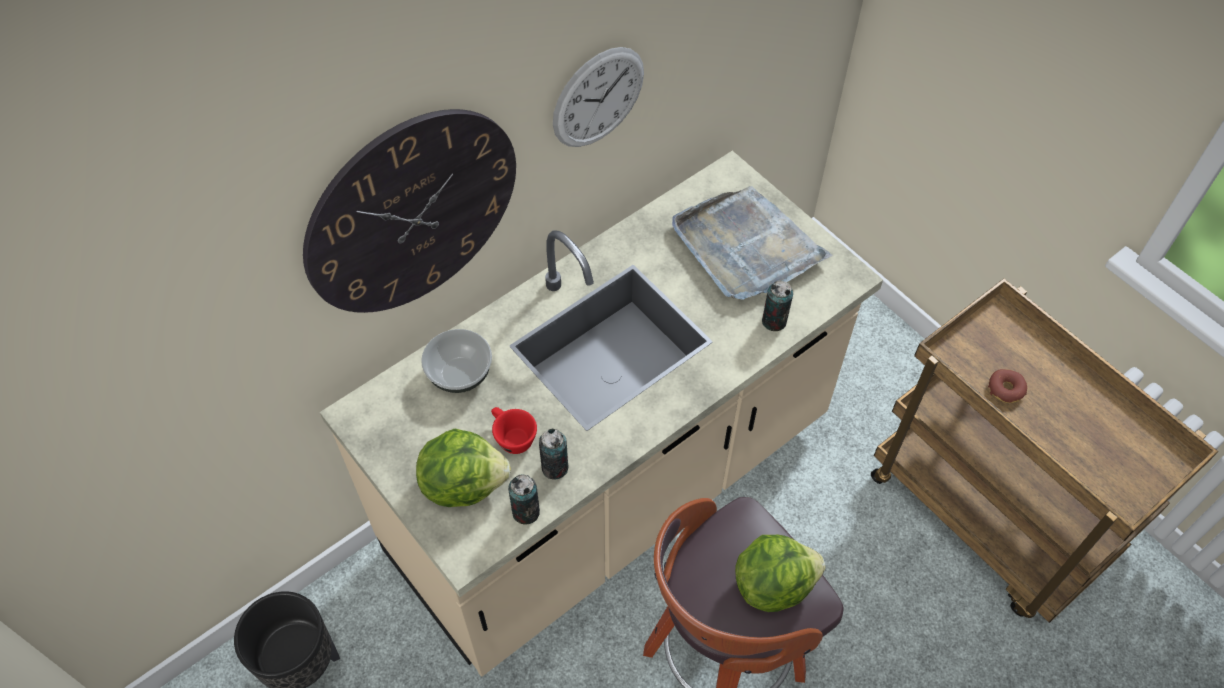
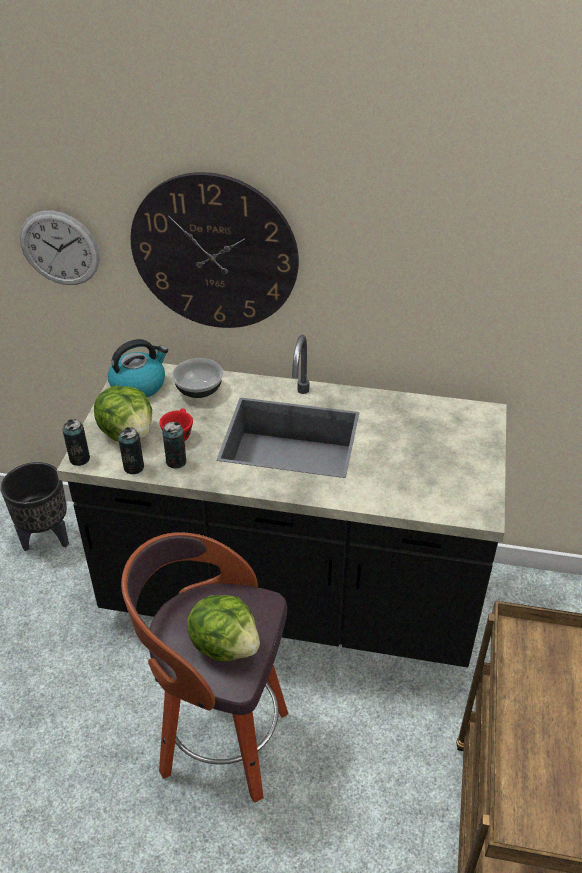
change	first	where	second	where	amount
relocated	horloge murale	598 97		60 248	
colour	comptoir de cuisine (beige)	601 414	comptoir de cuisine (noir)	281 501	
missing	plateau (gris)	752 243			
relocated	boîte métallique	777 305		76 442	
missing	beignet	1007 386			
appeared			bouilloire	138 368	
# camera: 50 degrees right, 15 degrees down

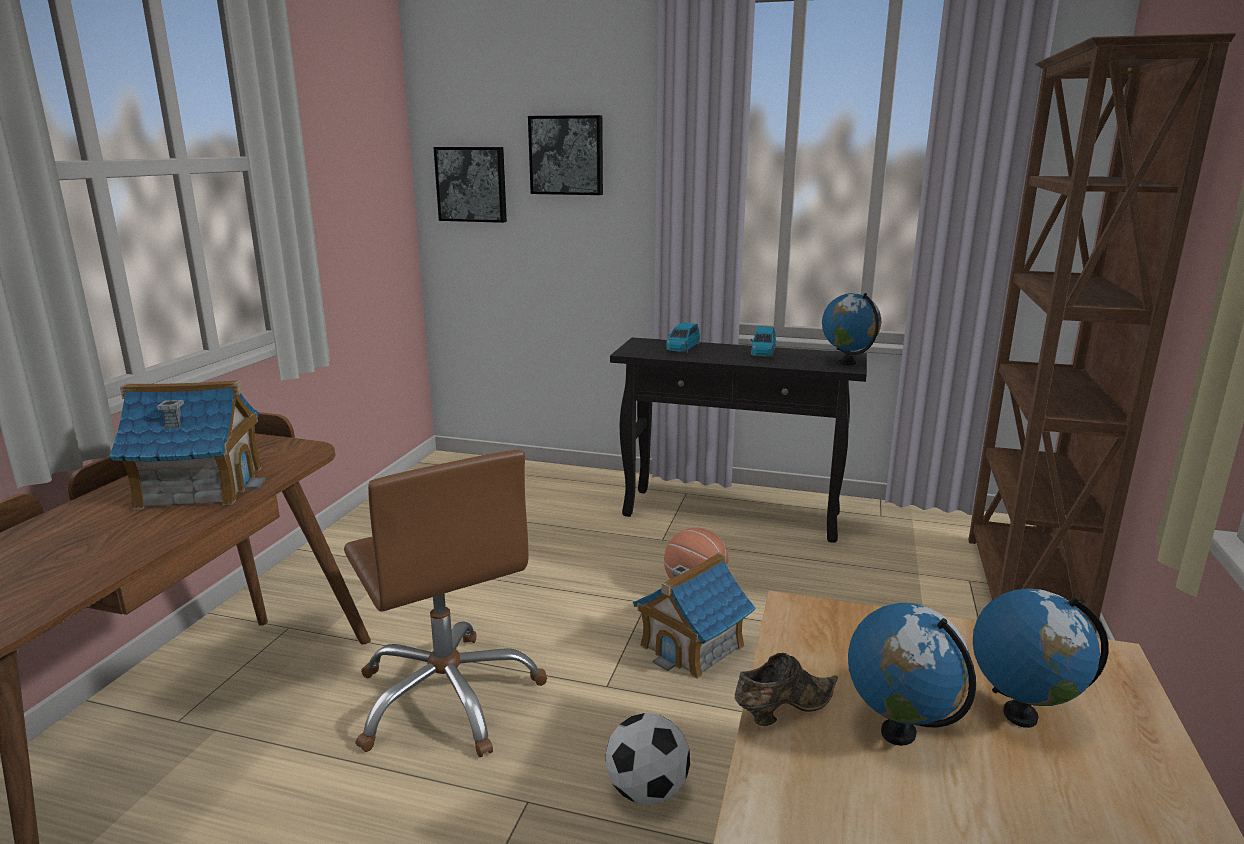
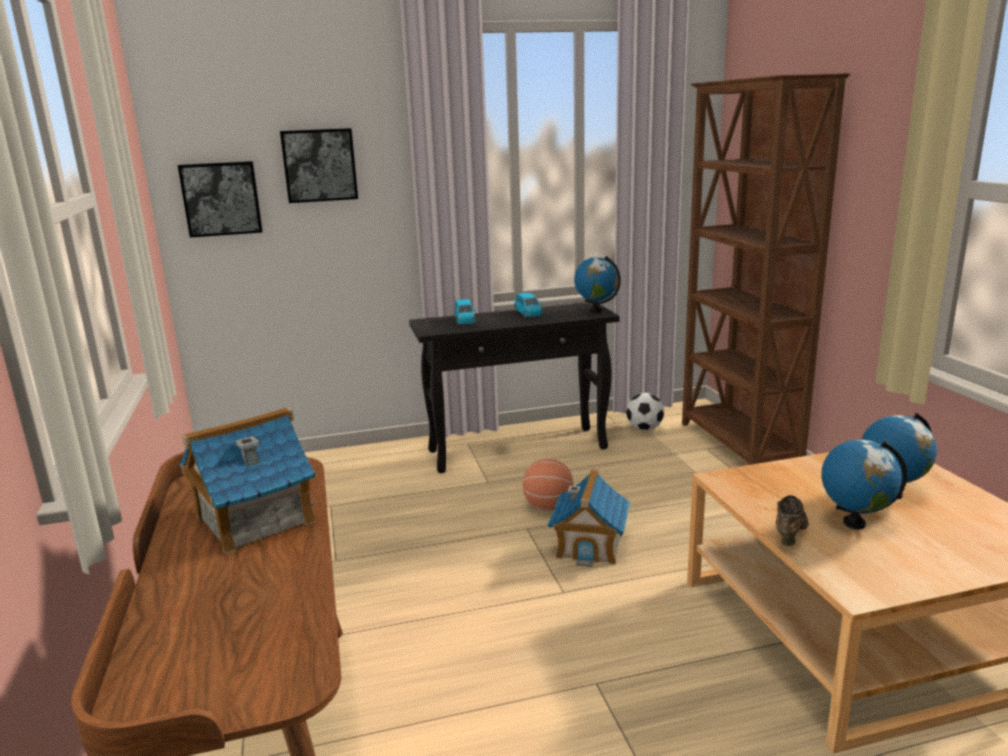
change	first	where	second	where	amount
missing	chaise de bureau (marron)	445 603			
relocated	ballon de foot	648 758		645 412	
# camera: 30 degrees left, 0 degrees up

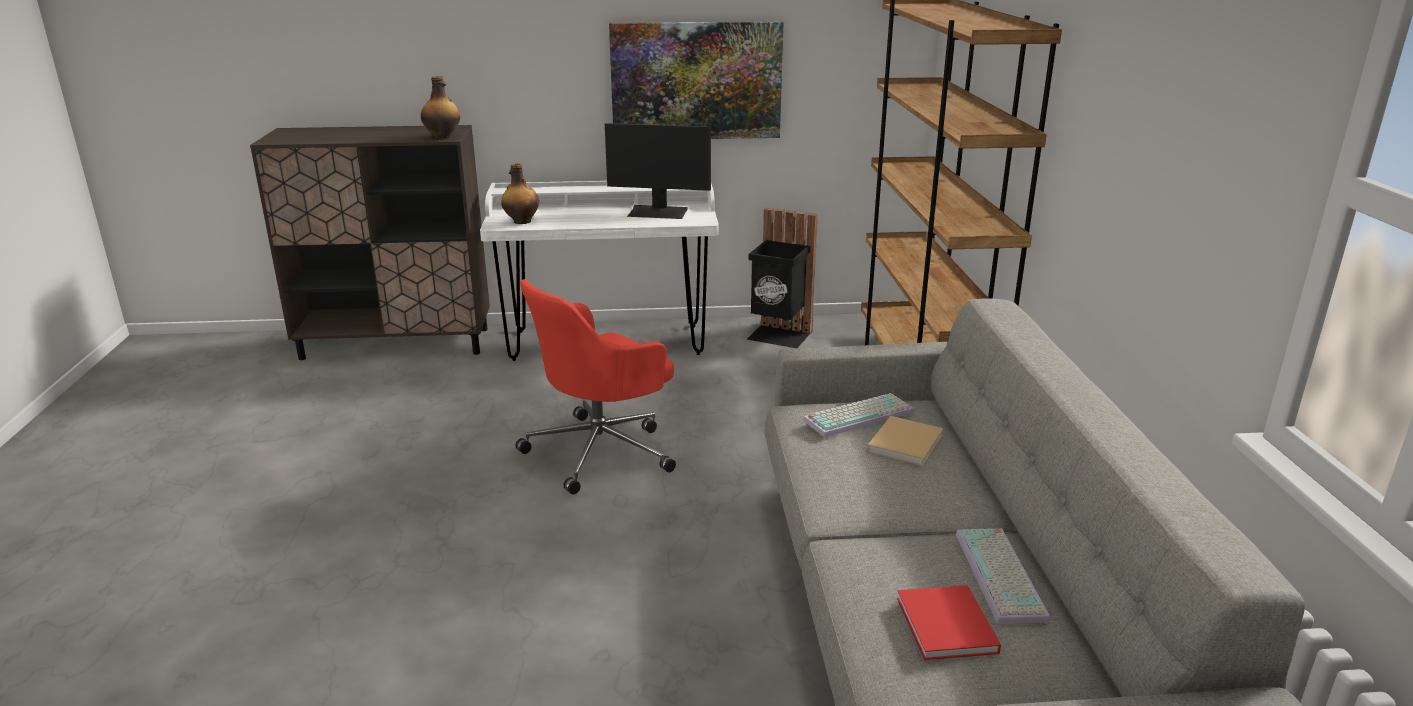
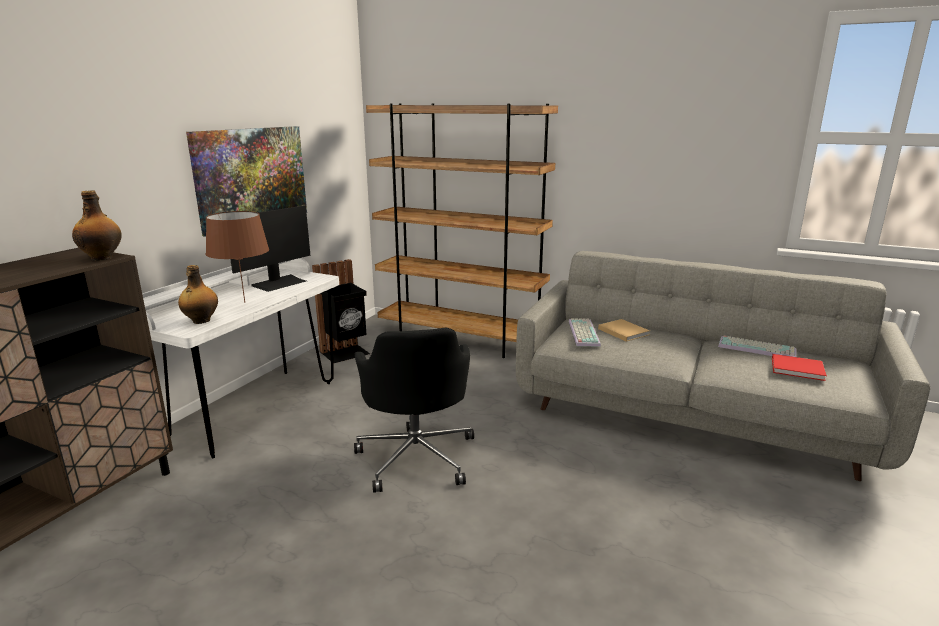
change	first	where	second	where	amount
colour	chaise de bureau (rouge)	595 387	chaise de bureau (noir)	414 410	
appeared			lampe de table (marron)	237 257	
# camera: 60 degrees left, 5 degrees down

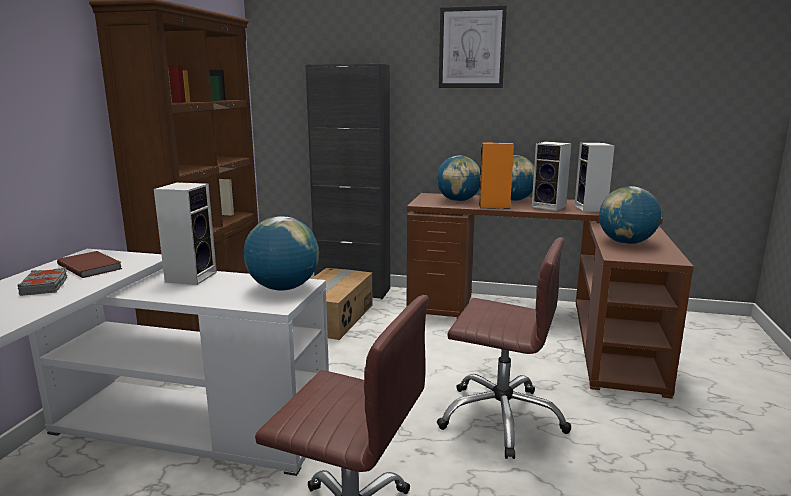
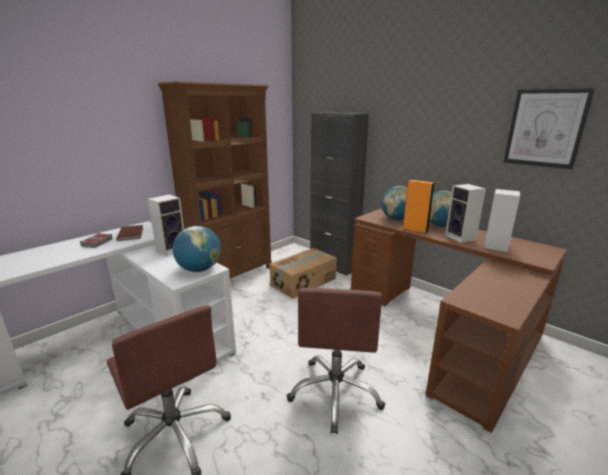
change	first	where	second	where	amount
relocated	tableau	473 46		549 128	
missing	globe	630 215			
spun	chaise de bureau (marron)	504 348		336 361	45 degrees clockwise
# camera: 30 degrees right, 5 degrees up

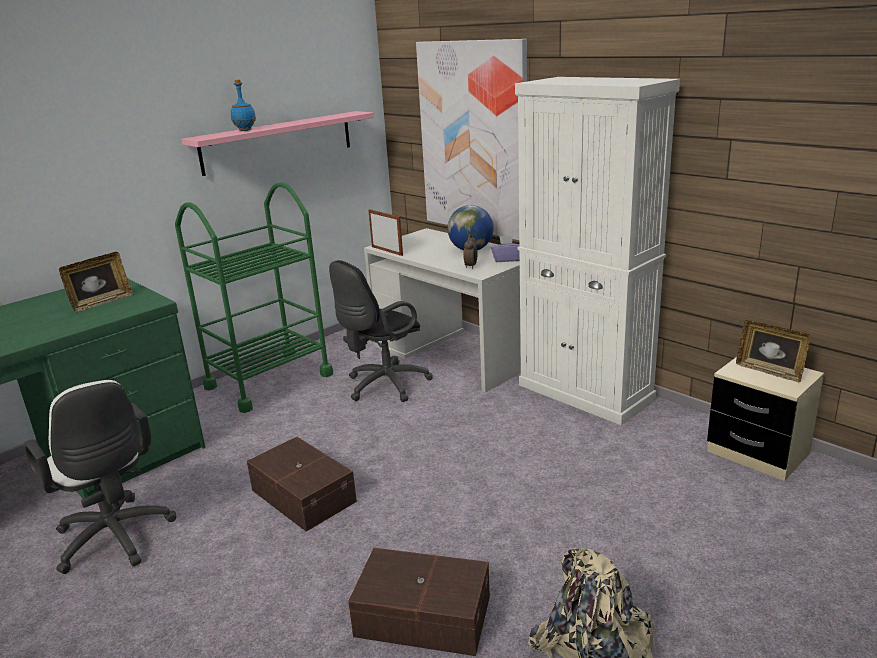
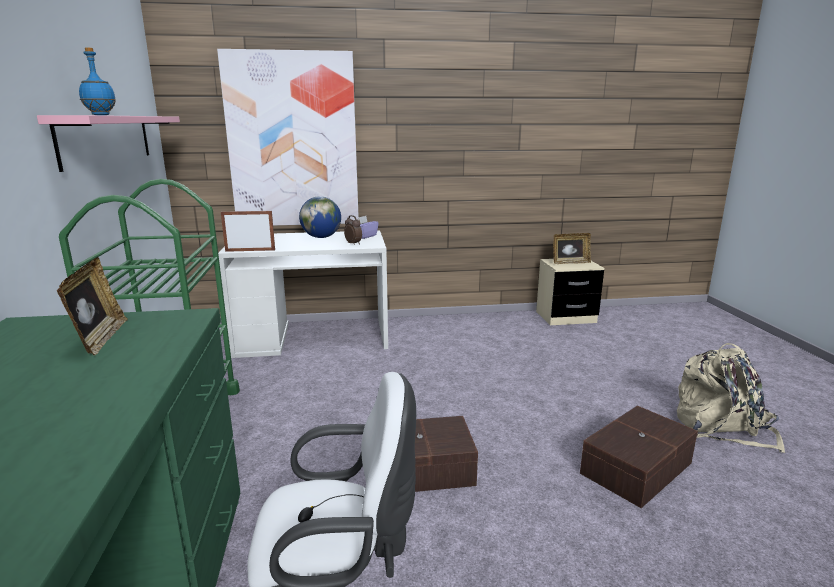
change	first	where	second	where	amount
missing	meuble de rangement (blanc)	597 251			
missing	chaise de bureau (noir)	381 331			
# camera: 55 degrees left, 5 degrees down

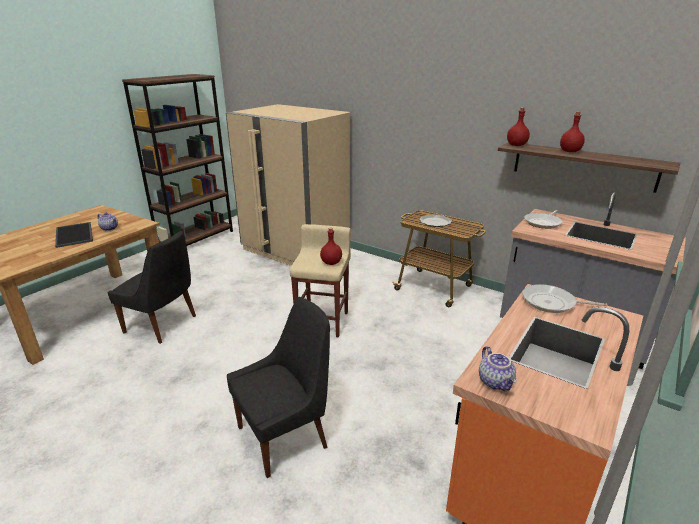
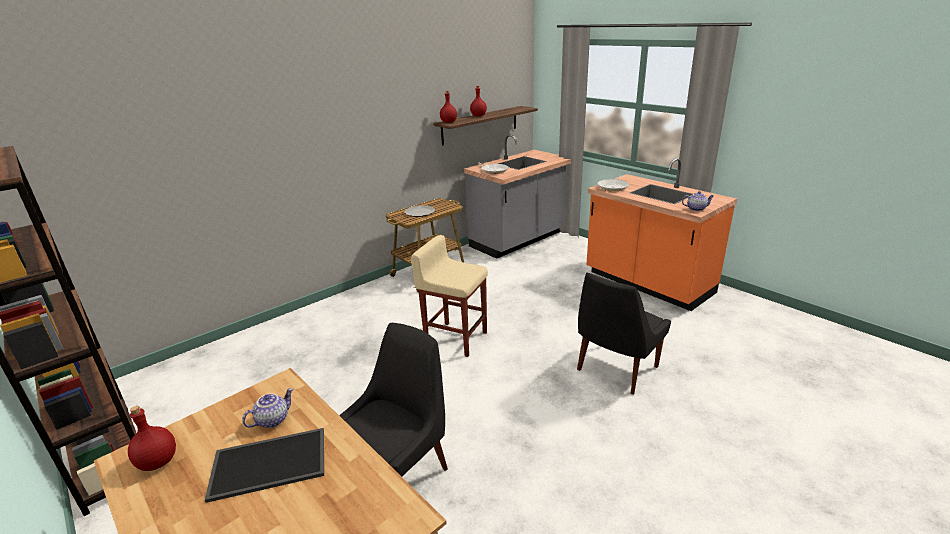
change	first	where	second	where	amount
missing	réfrigérateur (beige)	288 185			
relocated	bouteille (rouge)	331 246		152 438	
spun	chaise (noir)	278 387		624 333	120 degrees counterclockwise
# camera: 75 degrees left, 0 degrees up

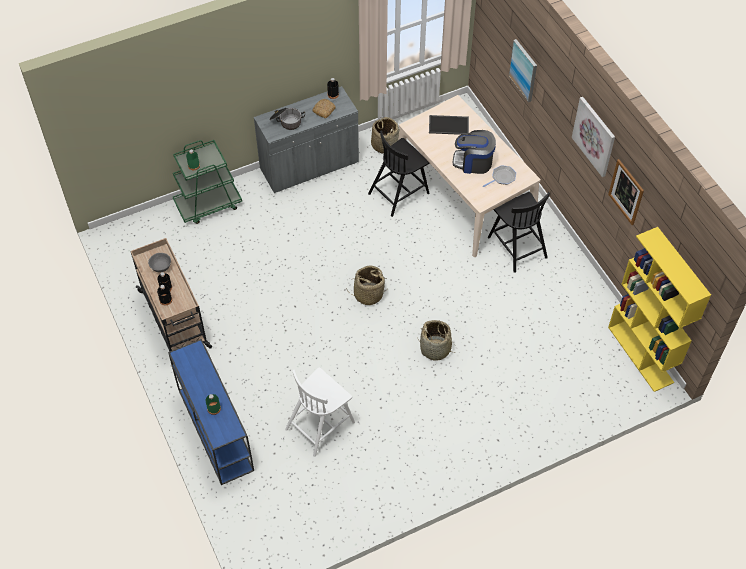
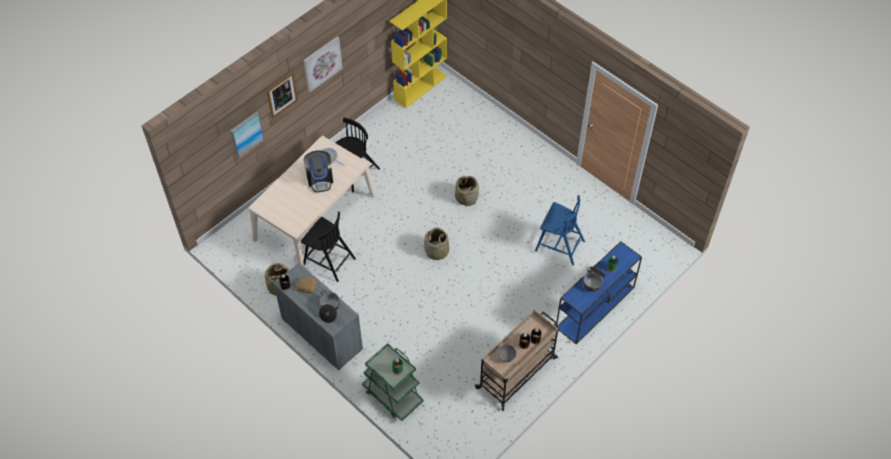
change	first	where	second	where	amount
missing	plateau	449 125			
relocated	tableau	626 192		282 95	
colour	chaise (blanc)	320 412	chaise (bleu)	560 230	
appeared			marmite	594 279	
# camera: 110 degrees left, 0 degrees up

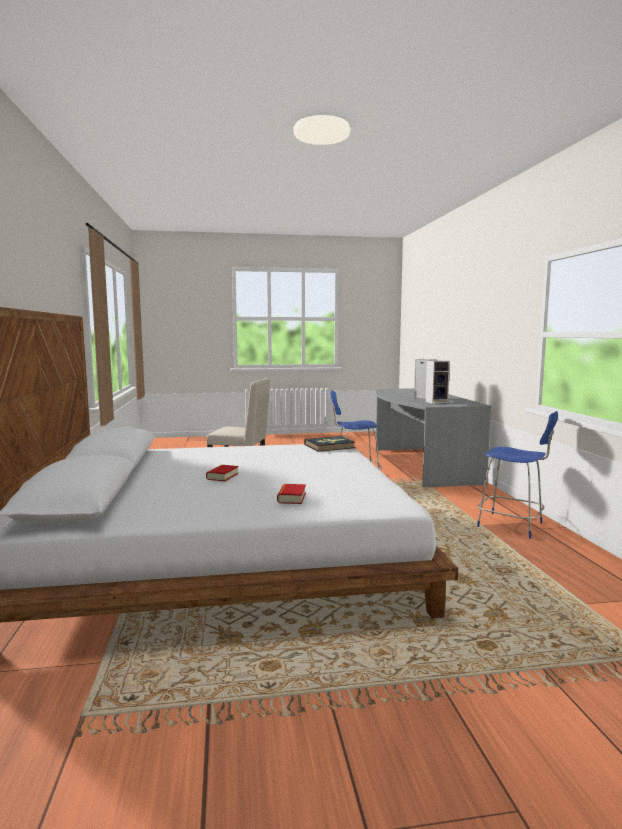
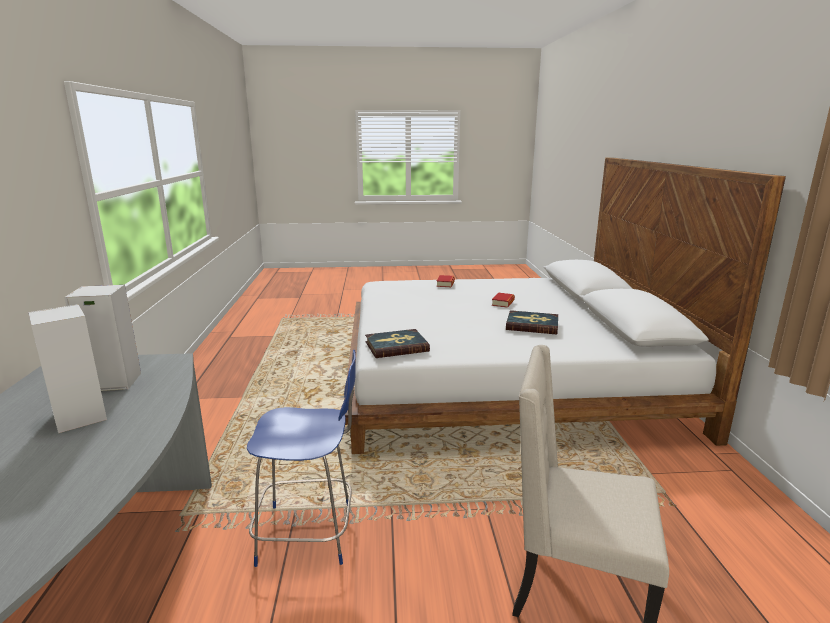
change	first	where	second	where	amount
missing	chaise (bleu)	517 474			
appeared			livre	532 322	
# camera: 175 degrees left, 10 degrees up

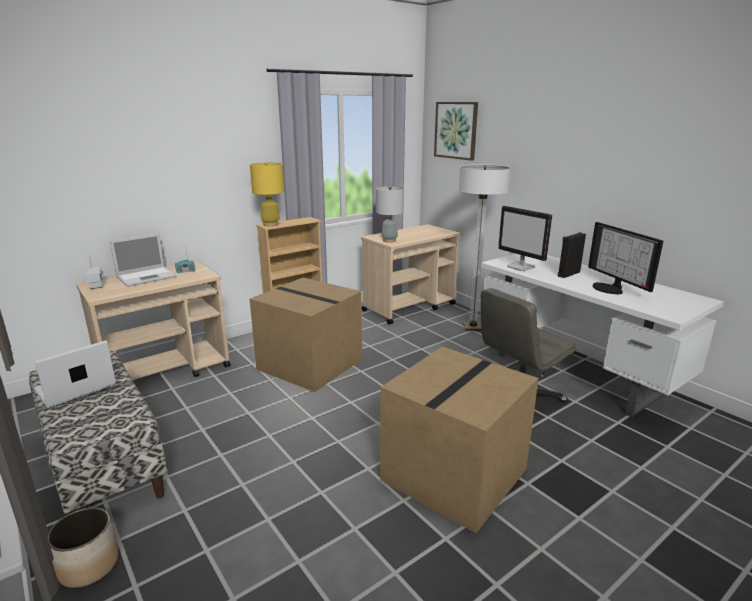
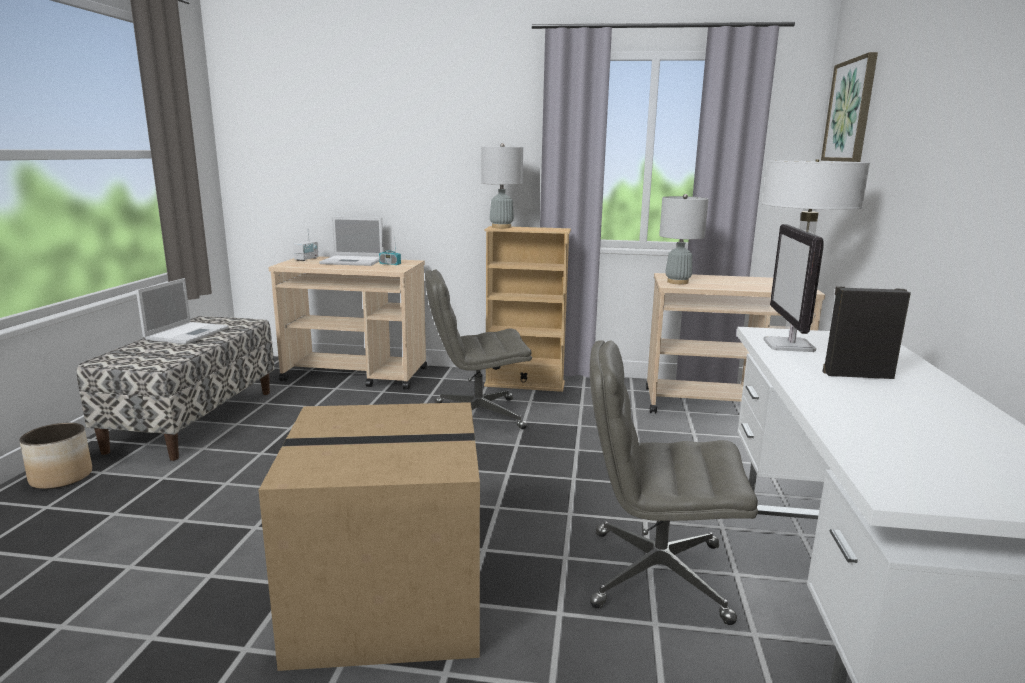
change	first	where	second	where	amount
colour	lampe de table (jaune)	267 194	lampe de table (gris)	502 185	
missing	écran d'ordinateur	625 258			
exchanged	carton	306 335	chaise de bureau (gris)	478 349	
spun	ordinateur portable	74 374		182 311	105 degrees clockwise
# camera: 45 degrees right, 5 degrees down

